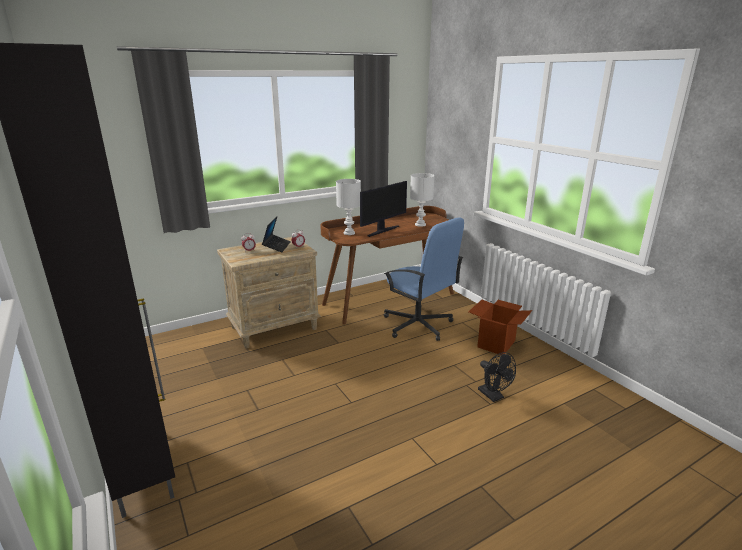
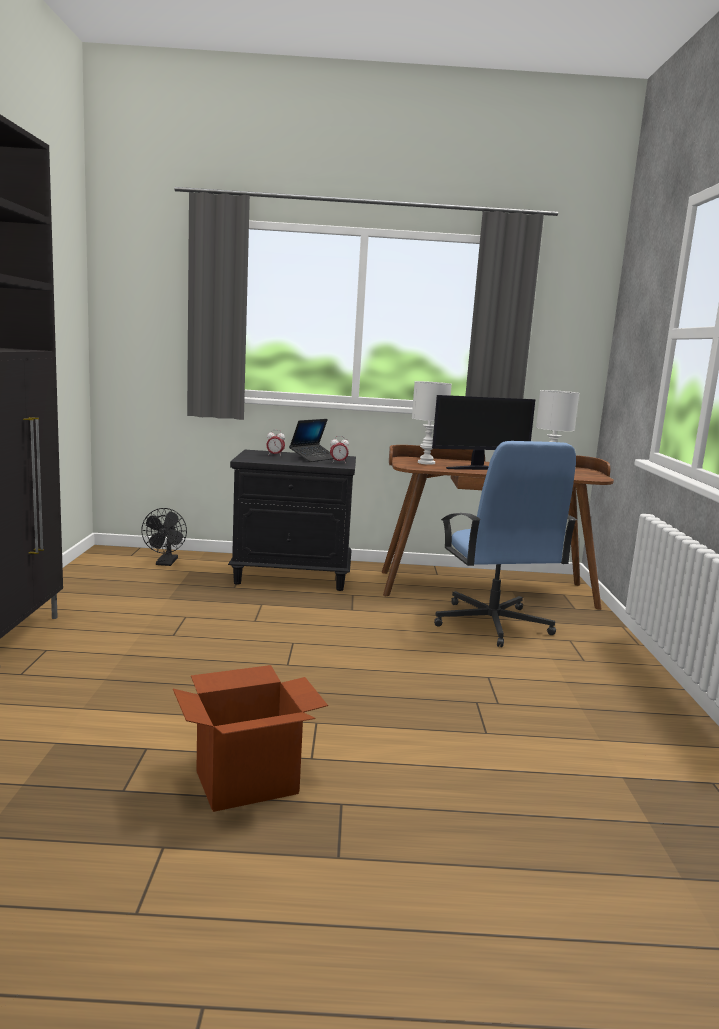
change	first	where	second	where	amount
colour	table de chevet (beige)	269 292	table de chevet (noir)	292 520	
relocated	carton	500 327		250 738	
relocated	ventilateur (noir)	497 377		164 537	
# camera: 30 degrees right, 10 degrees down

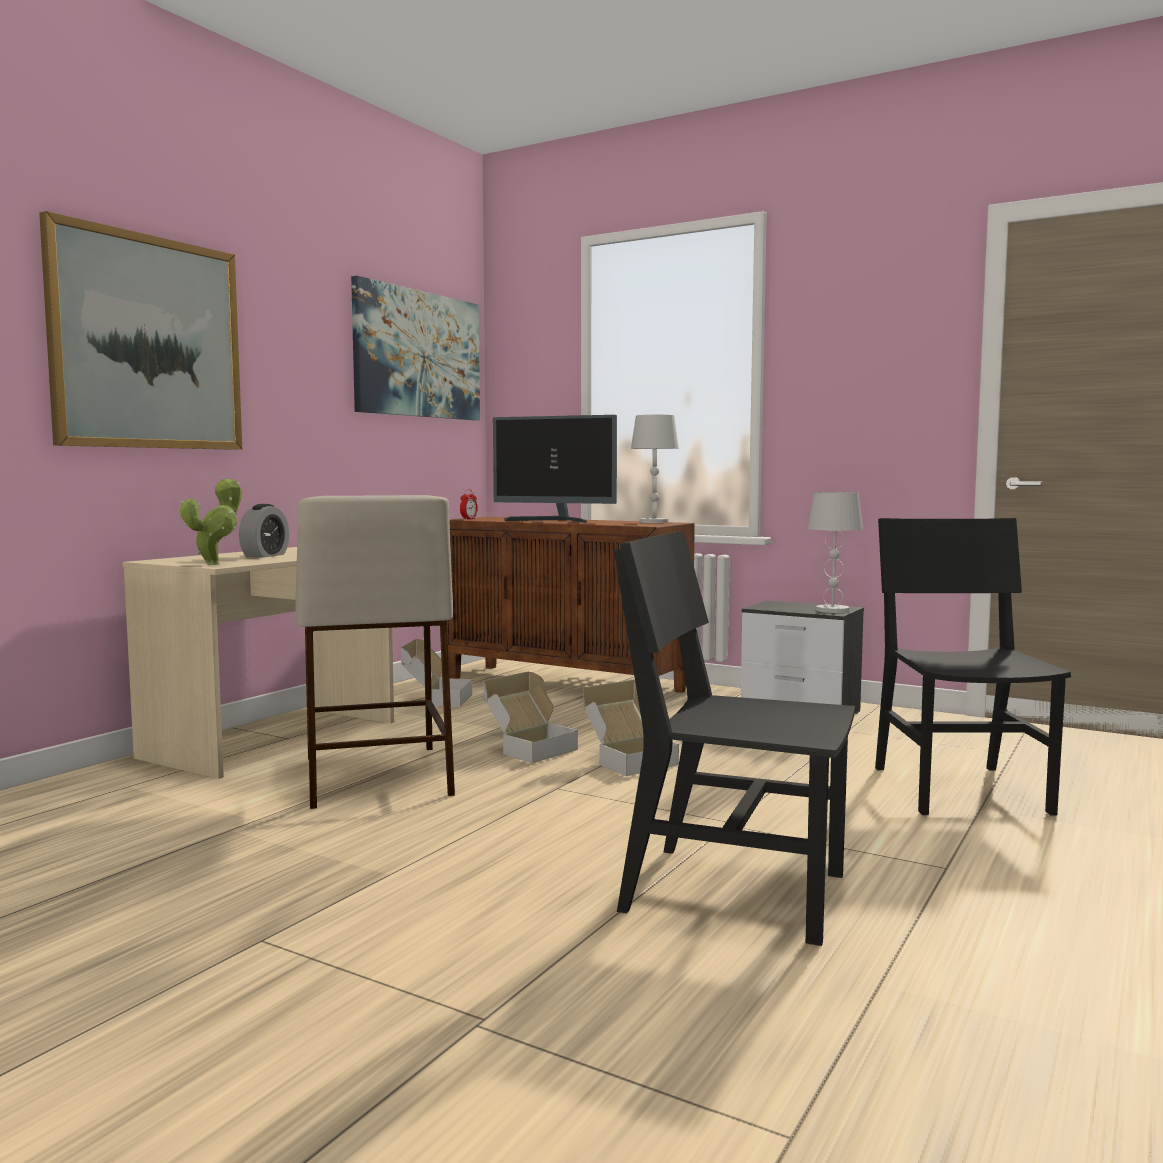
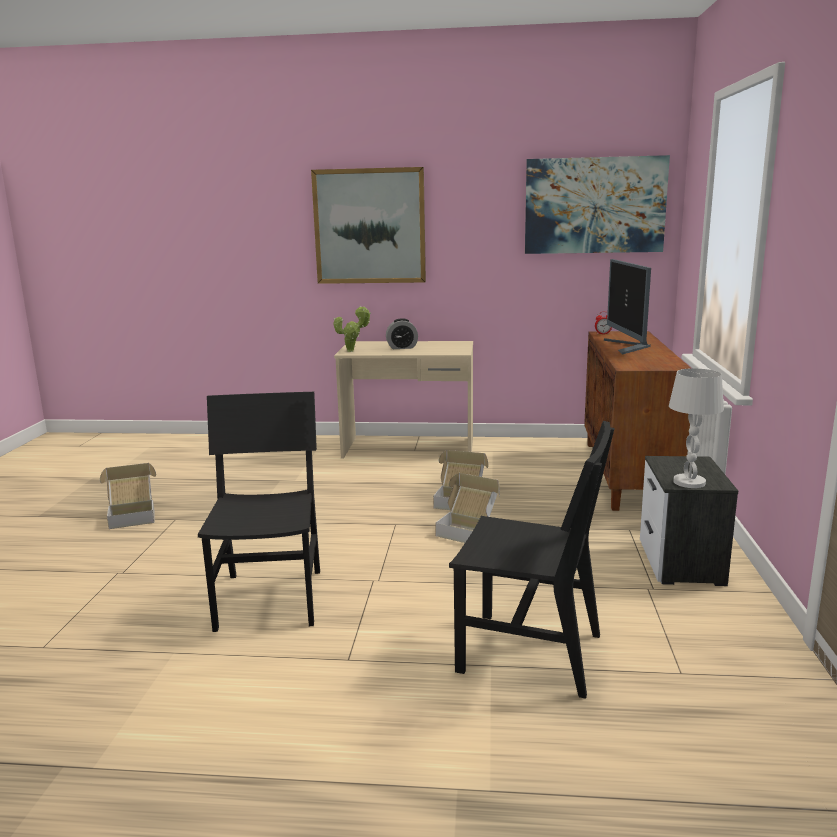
change	first	where	second	where	amount
missing	lampe de table (blanc)	655 469			
missing	tabouret (beige)	375 652			
spun	chaise (noir)	973 666		532 560	45 degrees clockwise
relocated	carton	436 673		128 496	
# camera: 65 degrees right, 10 degrees up

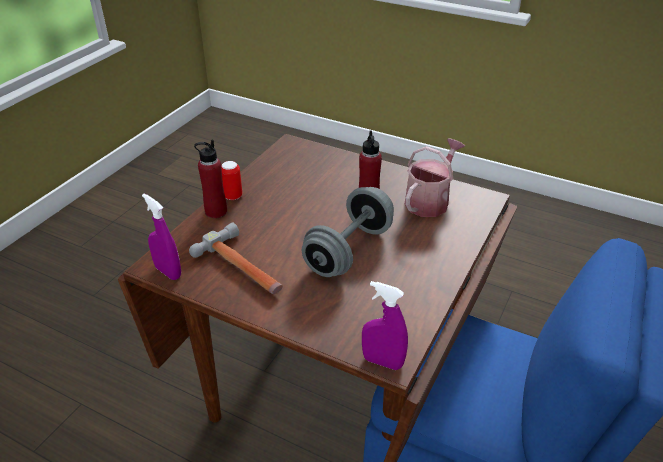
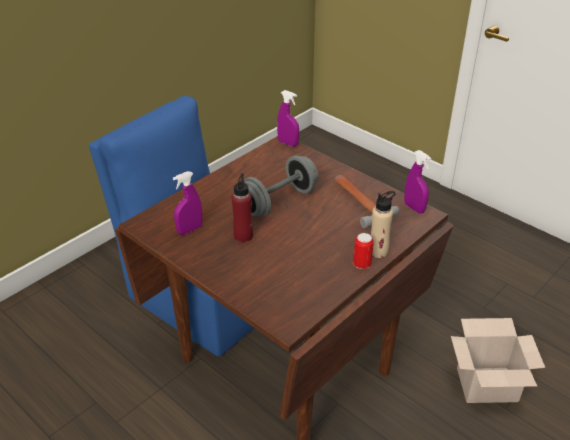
change	first	where	second	where	amount
exchanged	arrosoir	434 177	vaporisateur (violet)	187 203	
colour	bouteille (rouge)	210 178	bouteille (beige)	383 224	
appeared			carton	498 360	
# camera: 165 degrees left, 0 degrees up

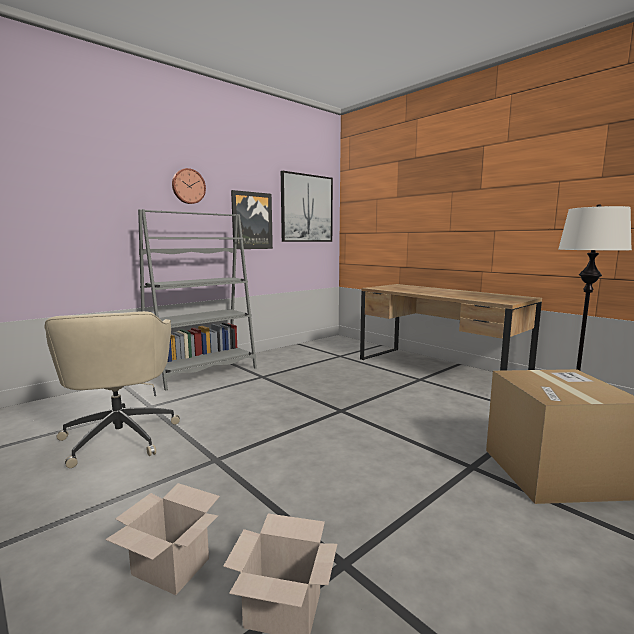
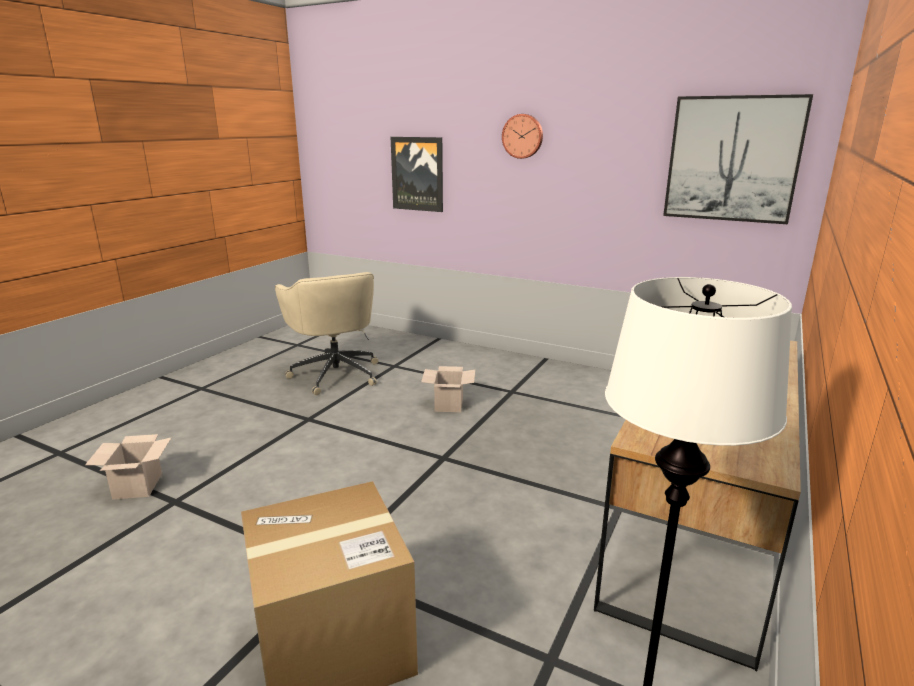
change	first	where	second	where	amount
relocated	tableau	252 219		417 174	
missing	bibliothèque (gris)	197 300			
spun	chaise de bureau (beige)	112 389		326 333	75 degrees counterclockwise
relocated	carton	162 539		448 389	
# camera: 70 degrees right, 10 degrees up

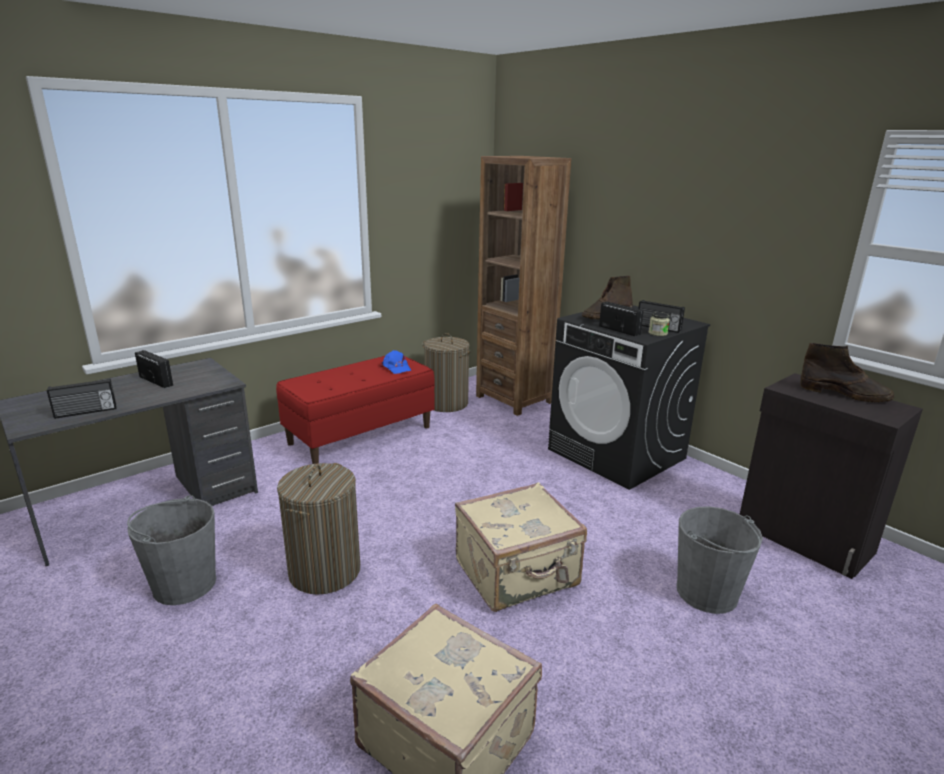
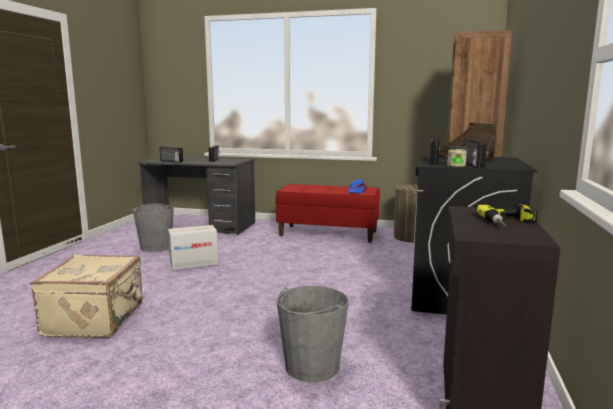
change	first	where	second	where	amount
exchanged	botte (marron)	847 372	perceuse	507 215	
exchanged	panier à linge	318 529	carton	193 247	
missing	valise (beige)	521 547			
# camera: 55 degrees right, 10 degrees down

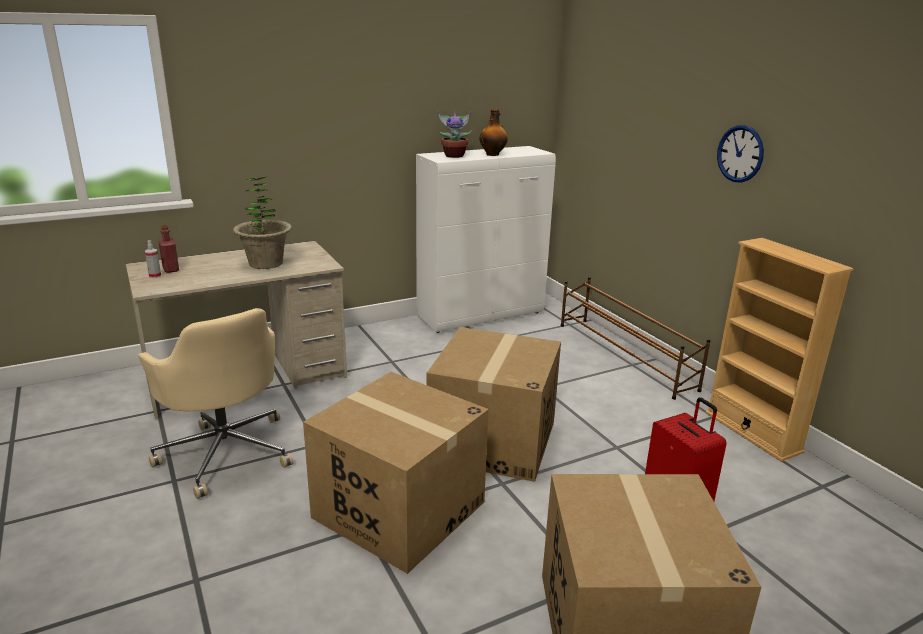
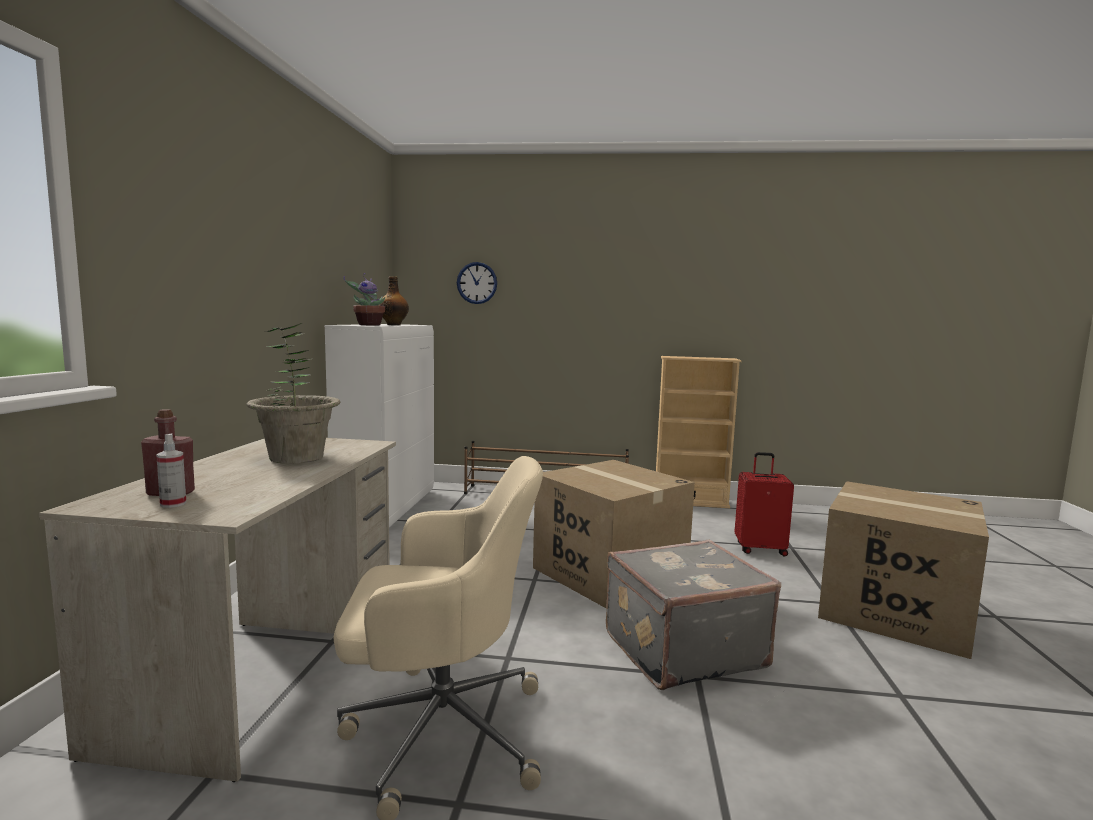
change	first	where	second	where	amount
relocated	horloge murale	740 154		477 283	
exchanged	carton	396 473	valise (gris)	693 615	
# camera: 55 degrees left, 15 degrees down

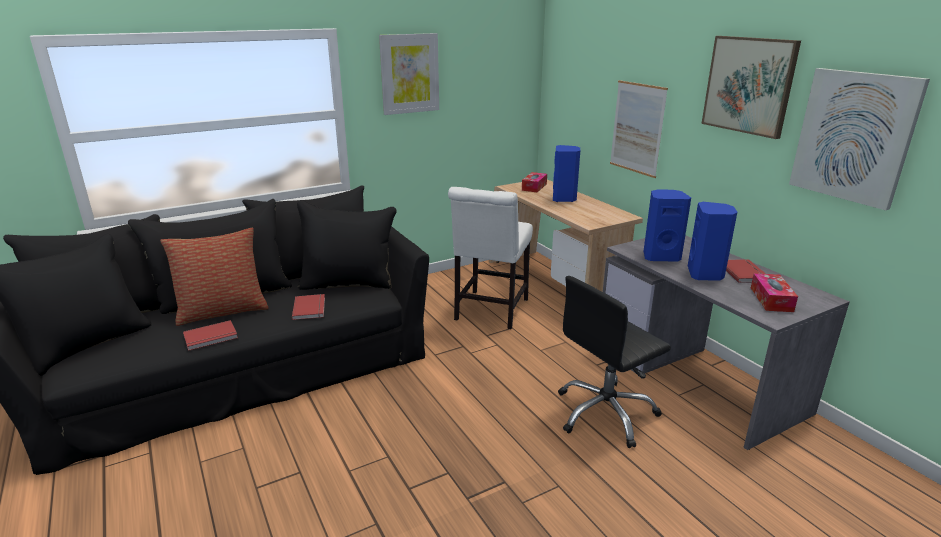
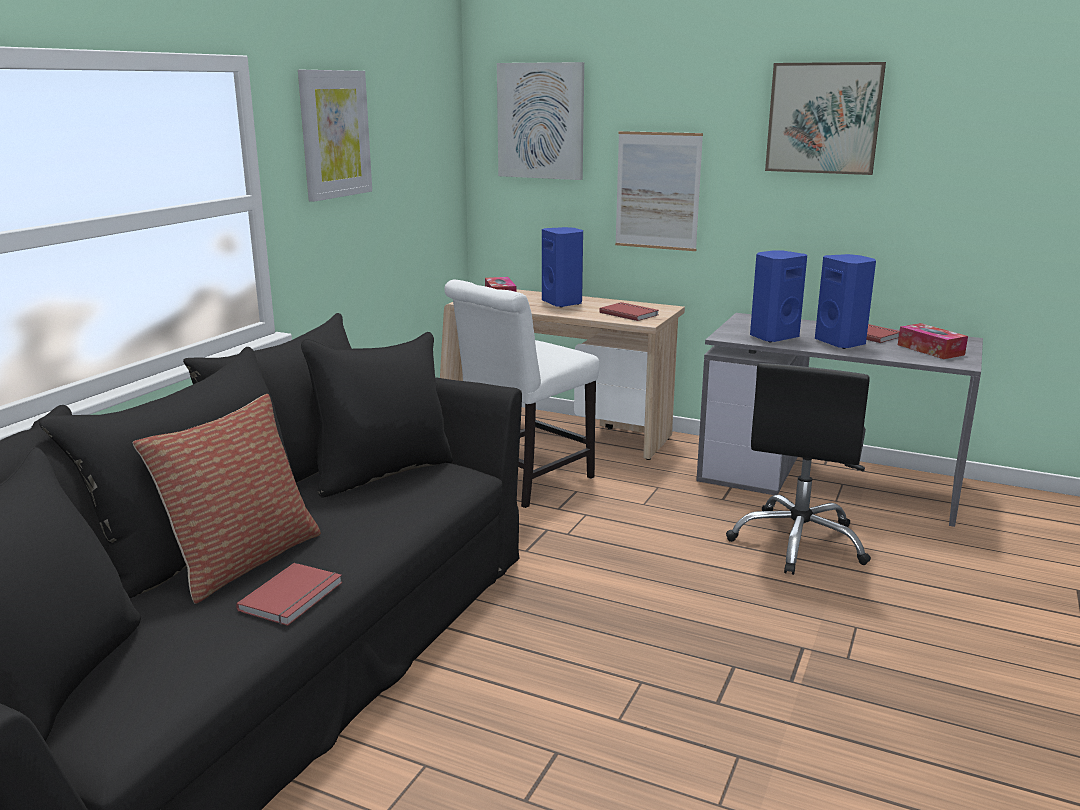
change	first	where	second	where	amount
relocated	tableau	859 139		540 121	
spun	chaise (blanc)	490 258		522 394	60 degrees clockwise
relocated	livre (rouge)	308 307		629 311	
# camera: 35 degrees left, 5 degrees down

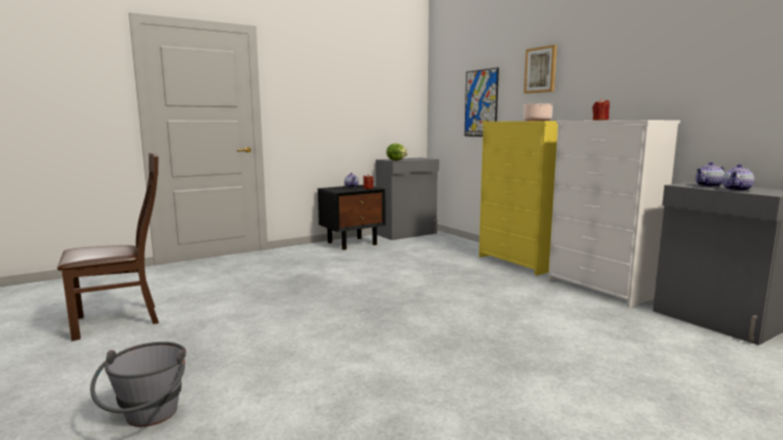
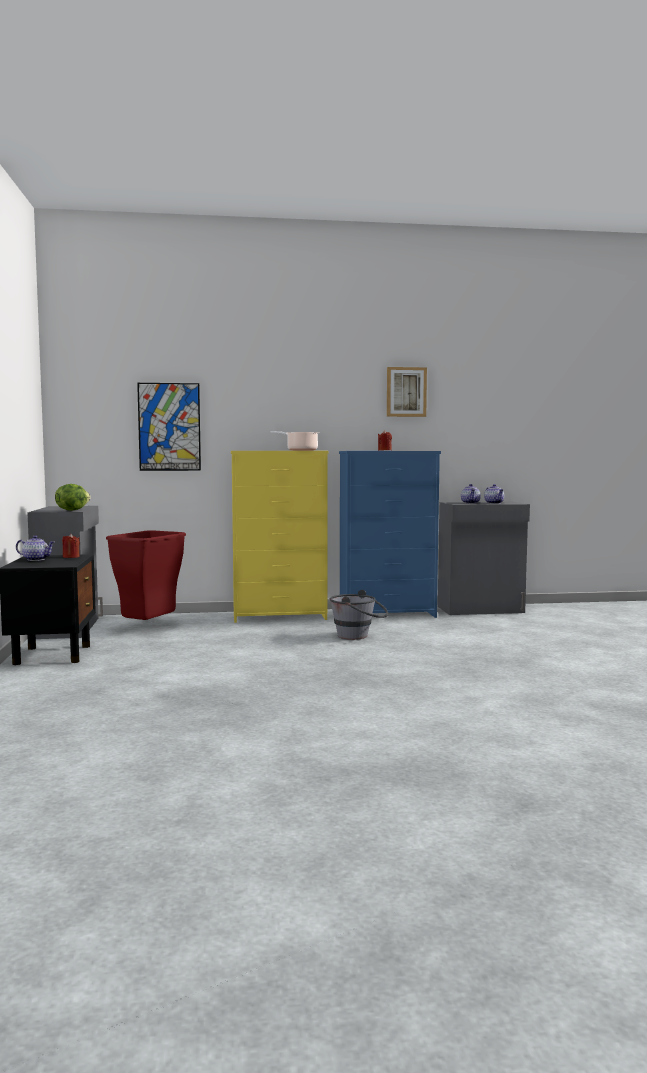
change	first	where	second	where	amount
relocated	tableau	540 69		407 392	
colour	commode (blanc)	614 214	commode (bleu)	390 534	
missing	chaise (marron)	108 247			
relocated	seau (gris)	138 384		359 615	
appeared			poubelle (rouge)	146 575	
# camera: 65 degrees left, 5 degrees down

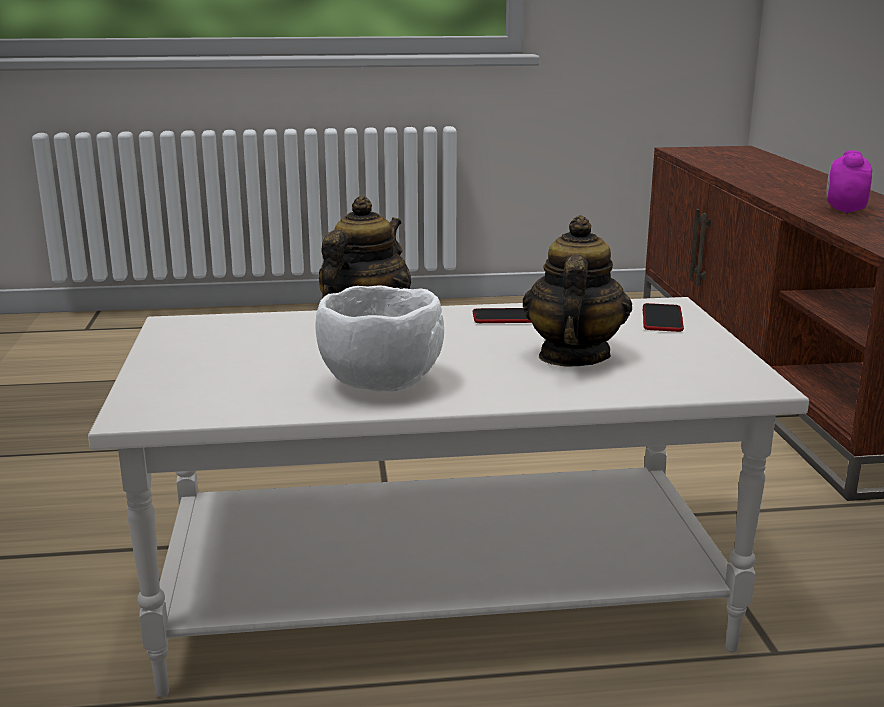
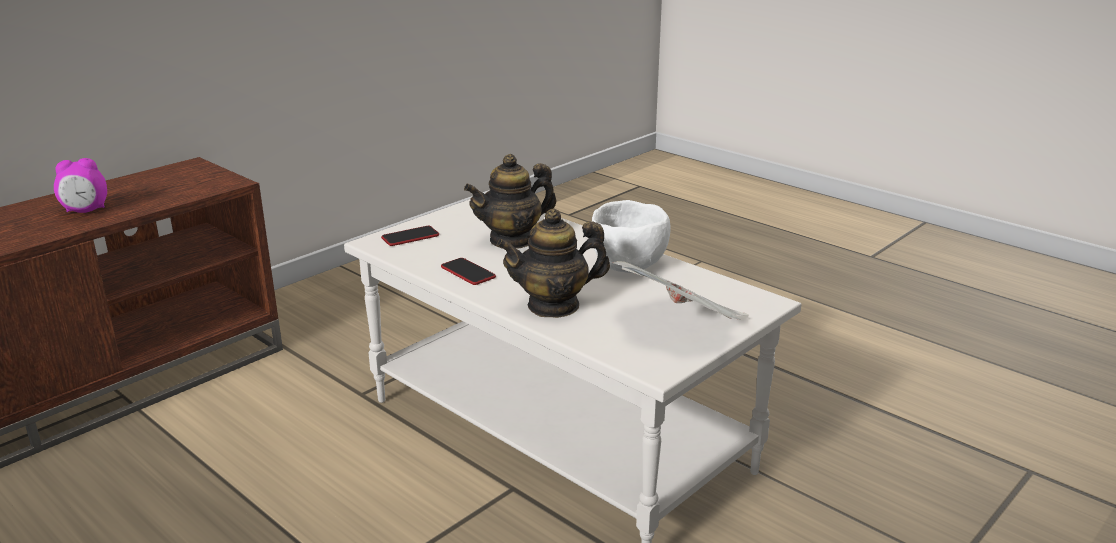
change	first	where	second	where	amount
appeared			journal	681 290	
# camera: 130 degrees left, 5 degrees up

